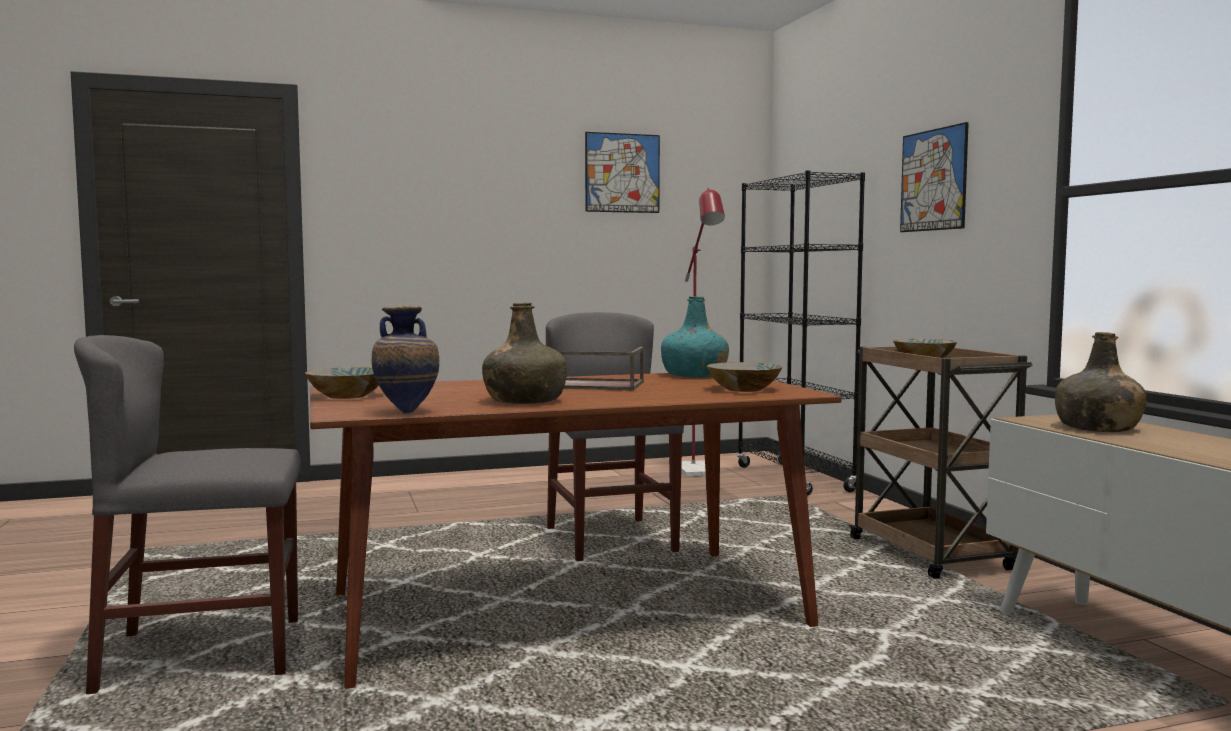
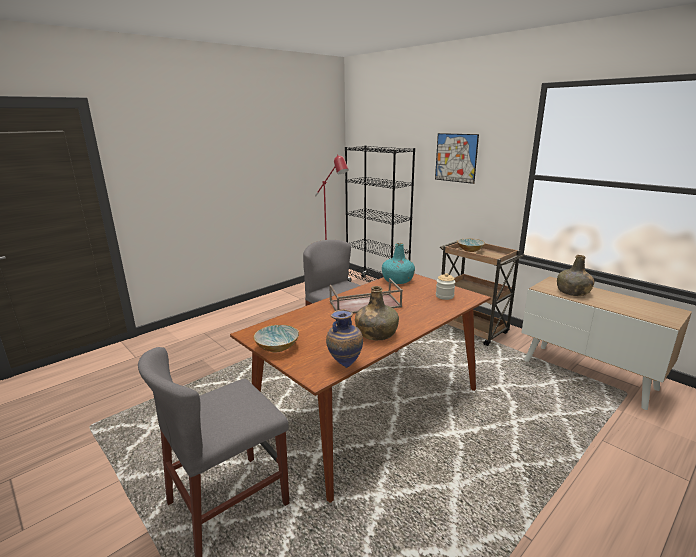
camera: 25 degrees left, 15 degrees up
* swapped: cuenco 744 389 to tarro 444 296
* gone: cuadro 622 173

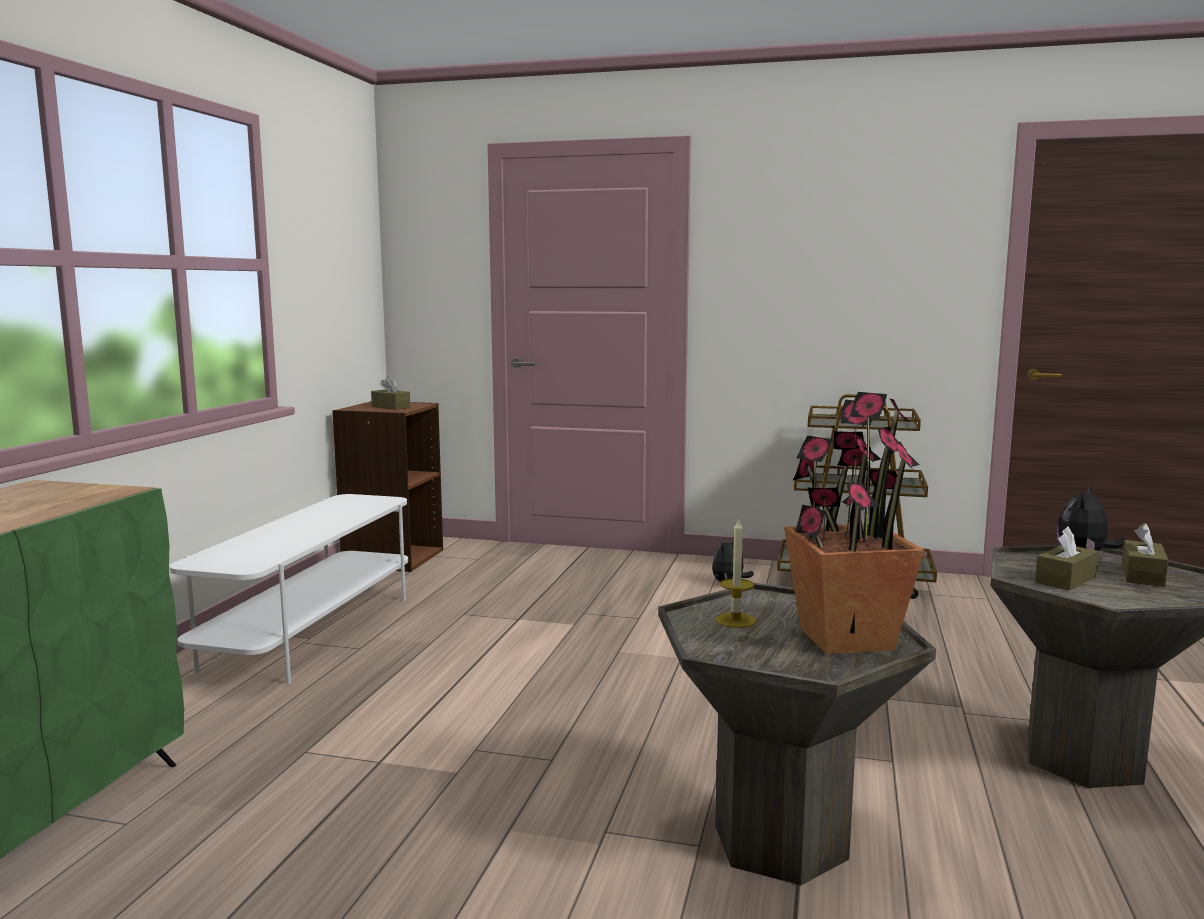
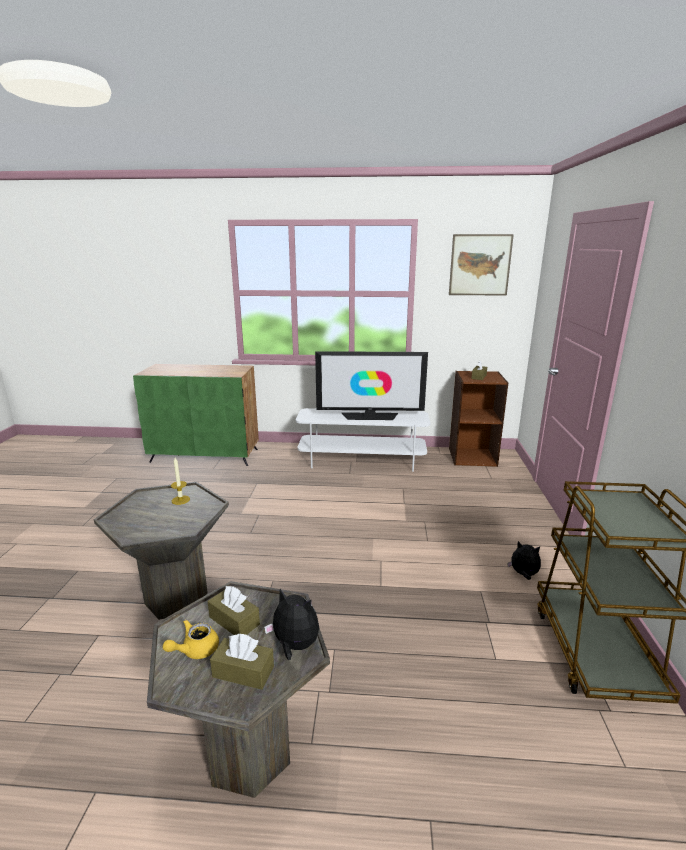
camera: 80 degrees right, 10 degrees up
* new: tetera (amarillo) 195 650
* new: televisor 370 416
* new: cuadro 480 265
* gone: planta en maceta 844 638

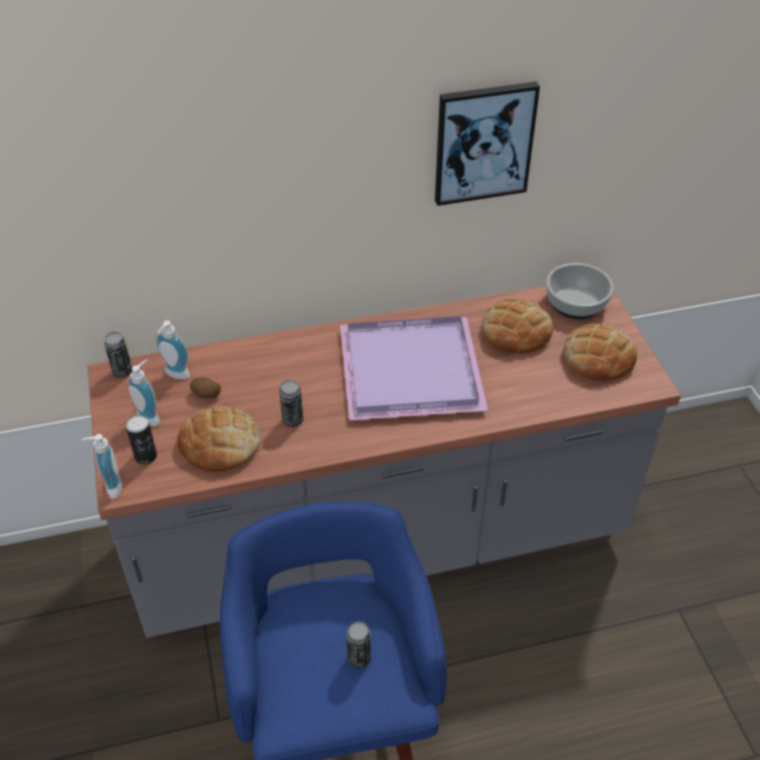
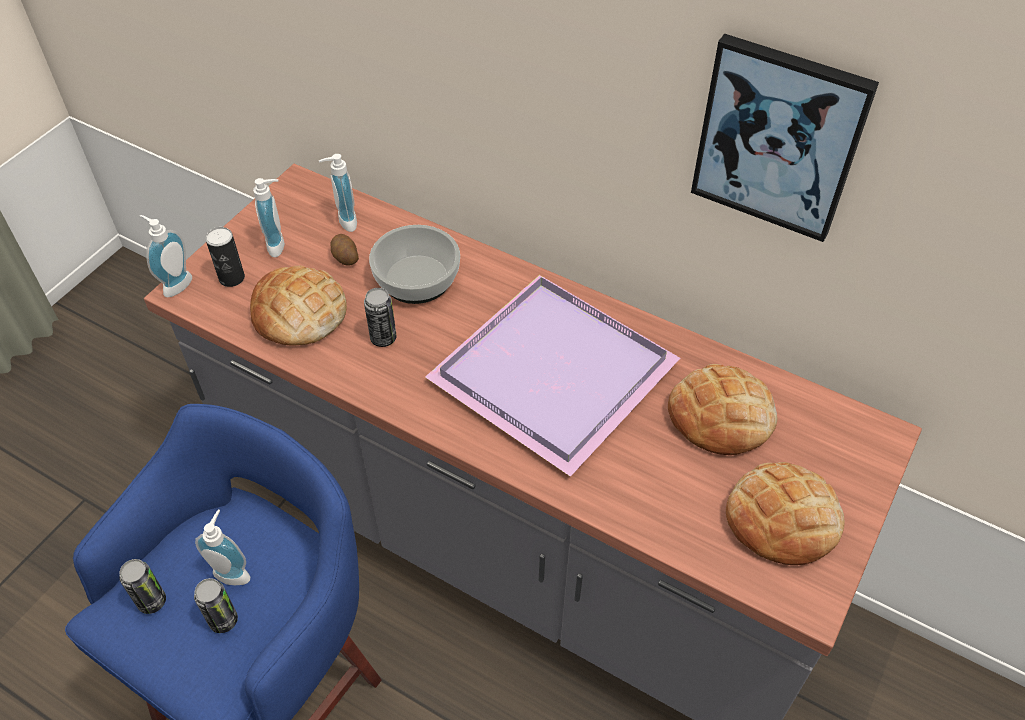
camera: 45 degrees right, 5 degrees up
* shifted: lata 122 371 to 152 601
* new: dispensador de jabón 233 571
* shifted: cuenco 575 303 to 416 279

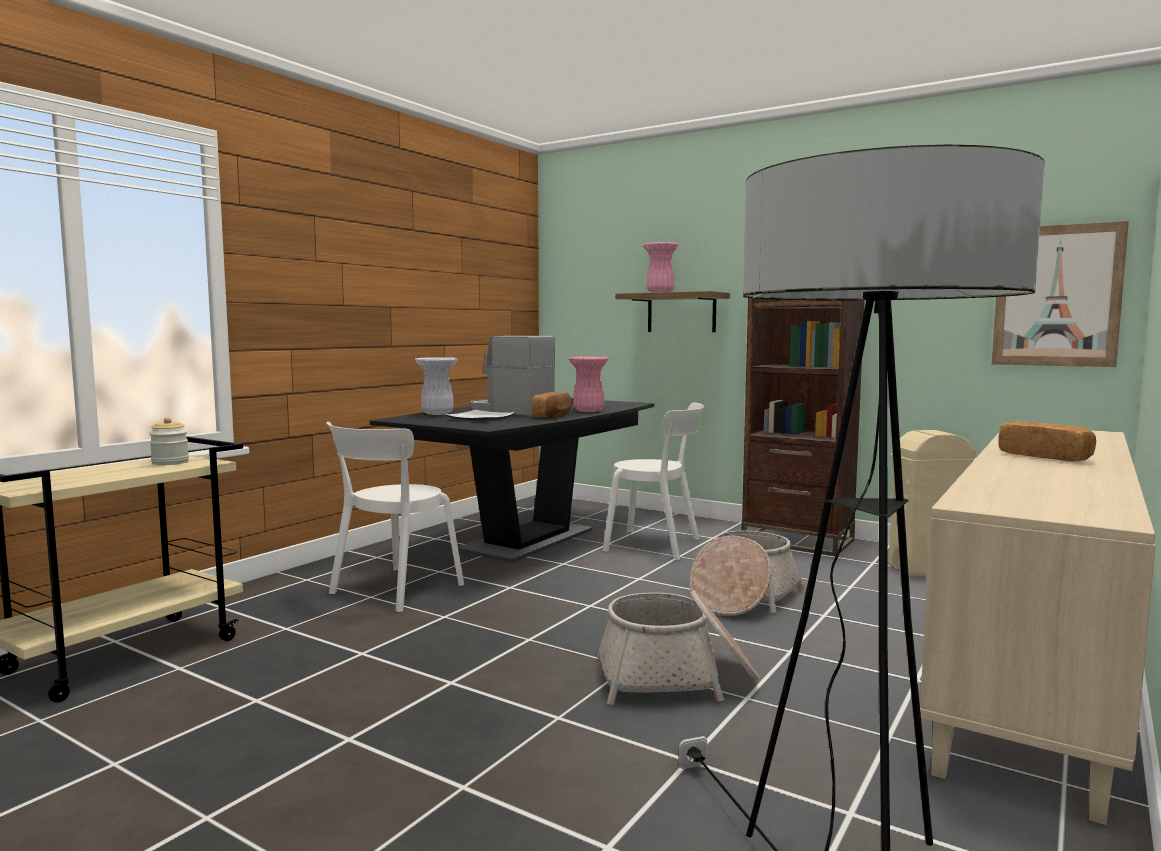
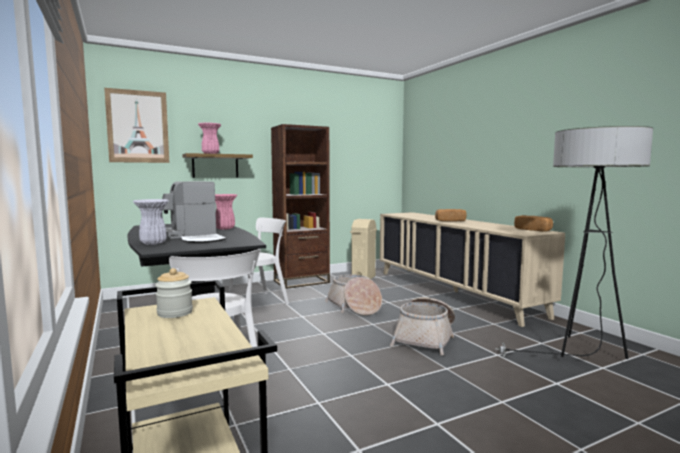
camera: 60 degrees left, 0 degrees up
* shifted: cuadro 1056 296 to 138 126
* shifted: pan 553 416 to 533 230

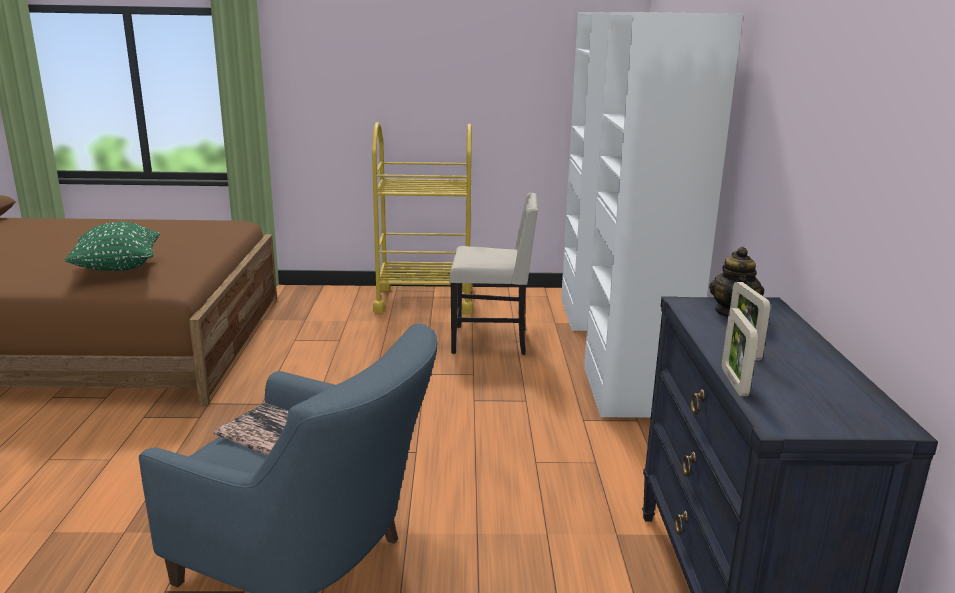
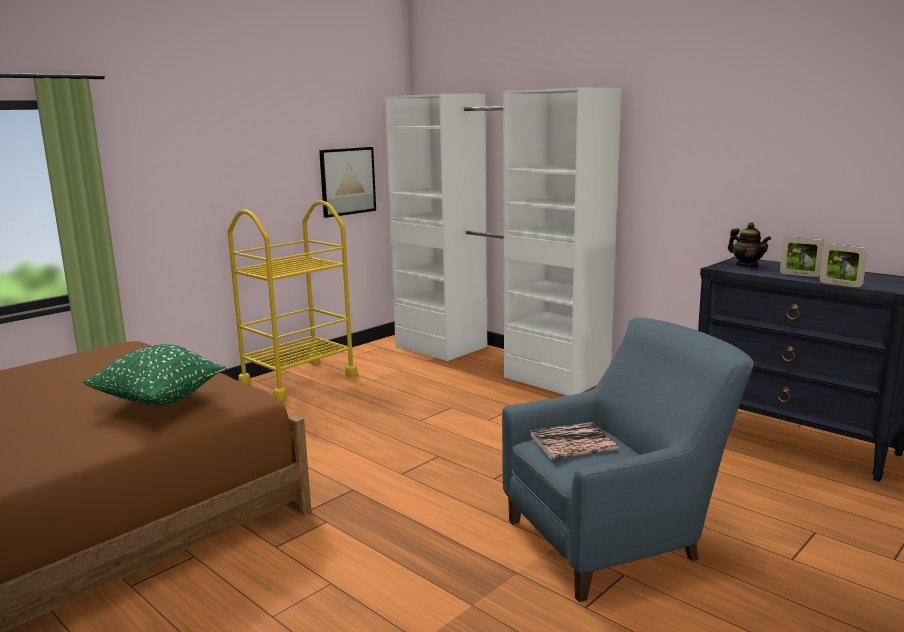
camera: 45 degrees left, 5 degrees down
* new: cuadro 347 181
* gone: silla (beis) 492 341

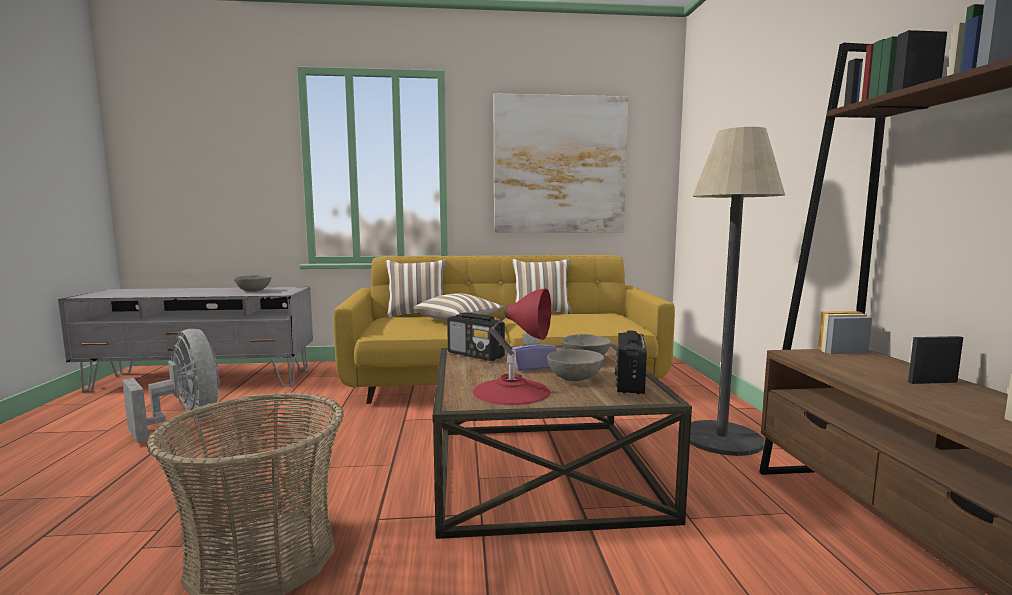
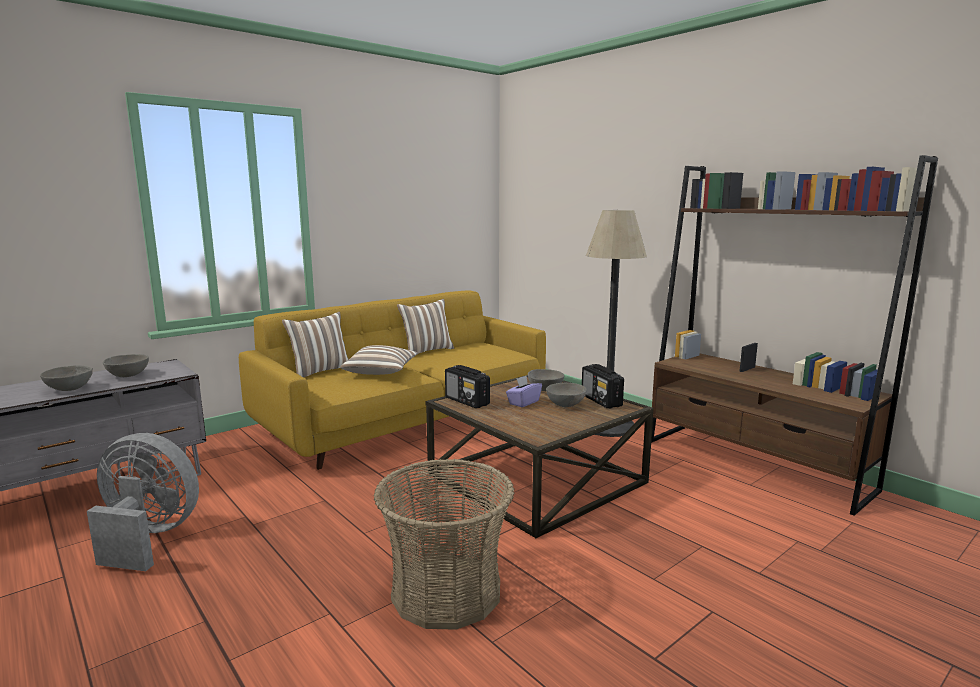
camera: 35 degrees left, 5 degrees up
* new: cuenco (gris) 69 389
* rotated: radio 476 355 = 467 401 45 degrees clockwise
* gone: lámpara de mesa (rojo) 511 391
* gone: cuadro 559 165

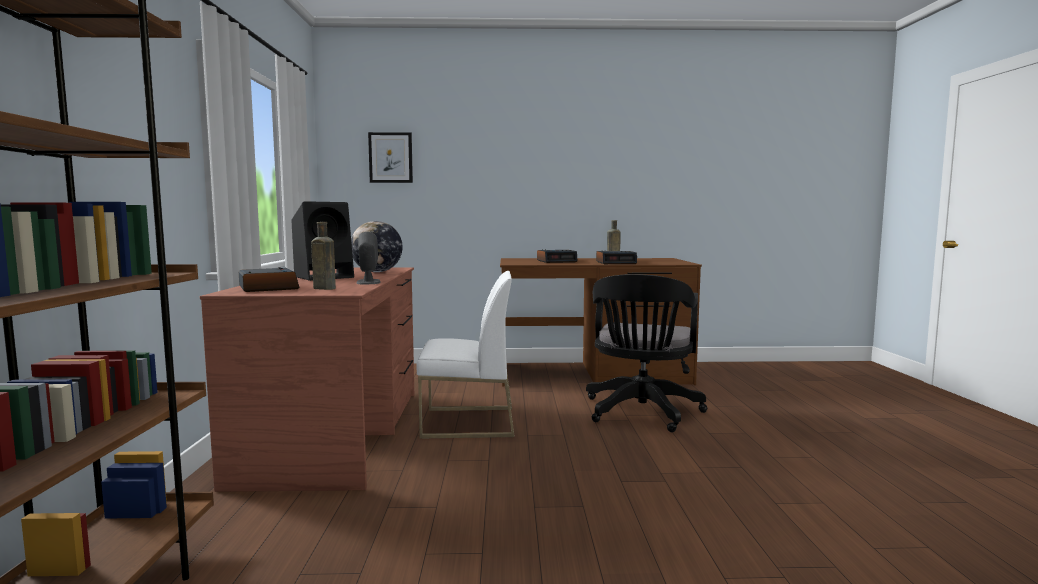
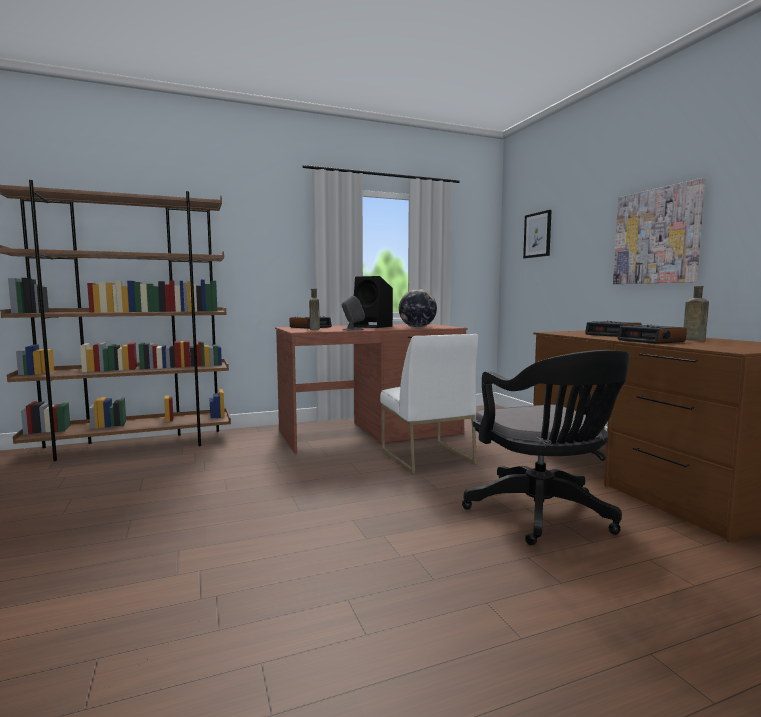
camera: 70 degrees right, 0 degrees up
* rotated: silla de oficina (negro) 641 413 = 543 515 105 degrees counterclockwise
* new: cuadro 656 236

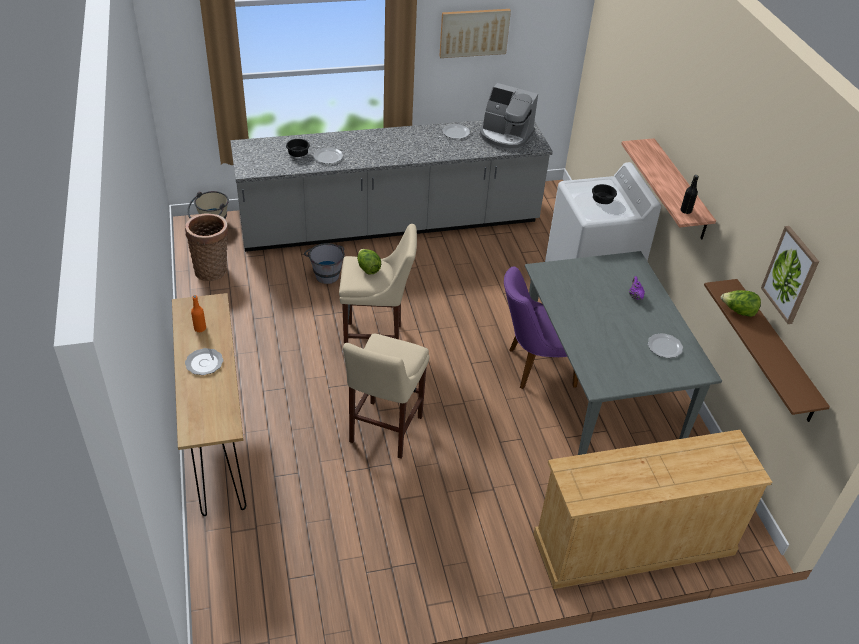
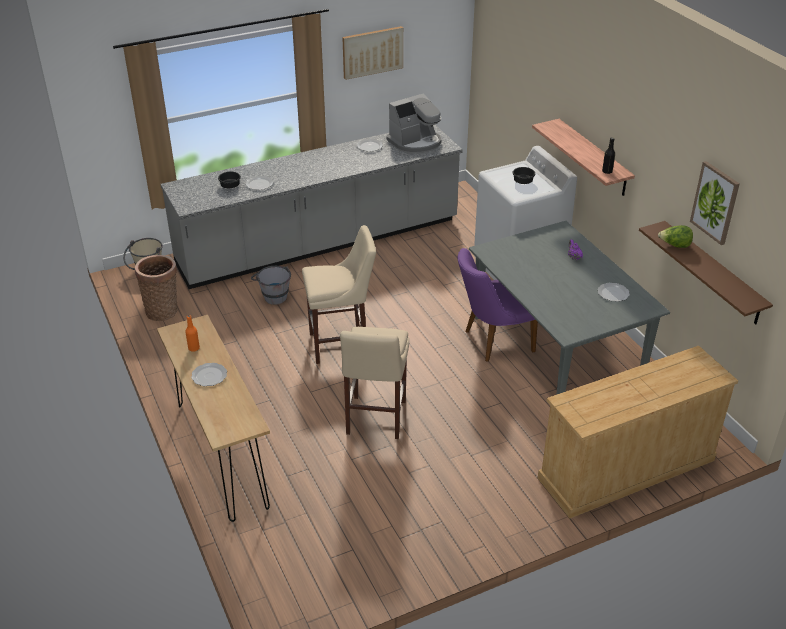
camera: 10 degrees left, 5 degrees down
* rotated: cafetera 505 136 = 415 142 45 degrees counterclockwise
* gone: lechuga 368 269

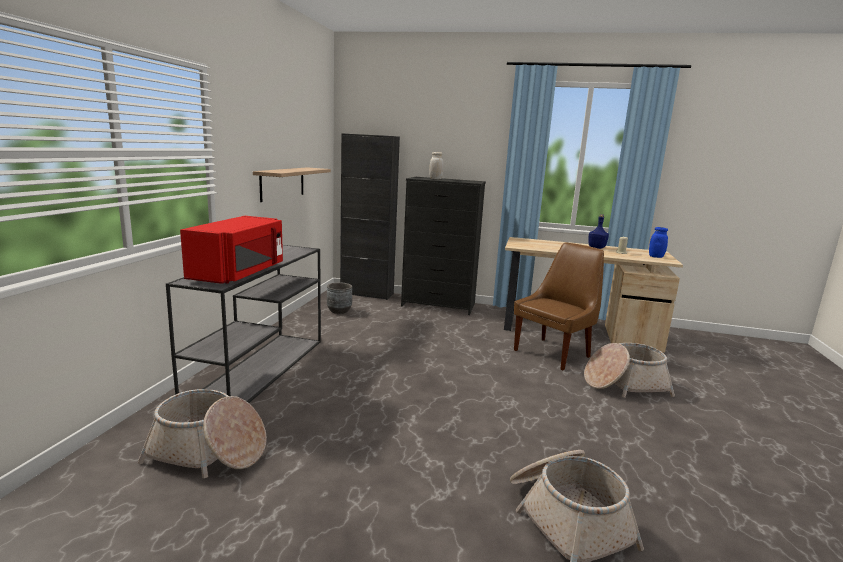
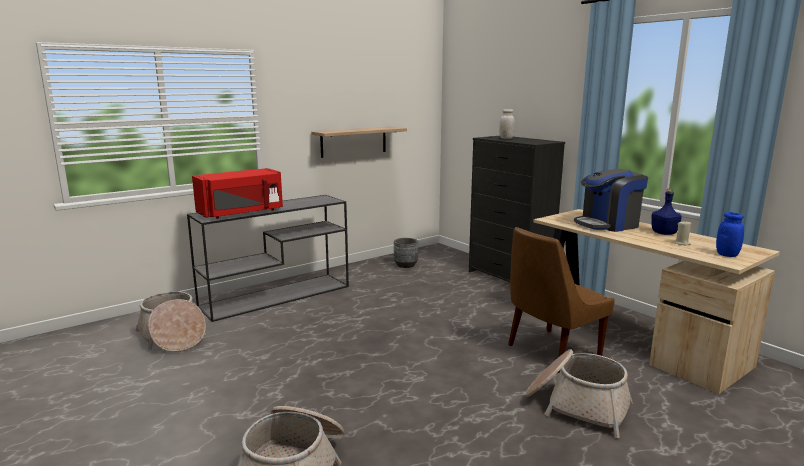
camera: 40 degrees right, 0 degrees up
* rotated: silla (marrón) 553 353 = 551 351 150 degrees clockwise
* new: cafetera 608 224
* gone: armario (negro) 367 294

